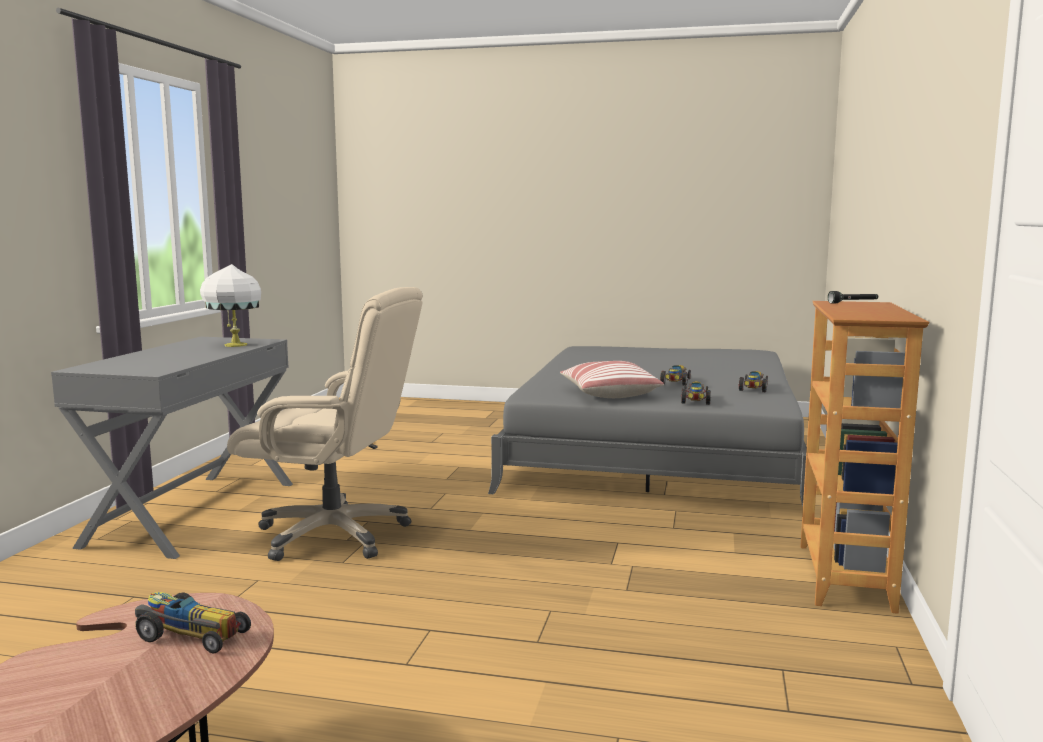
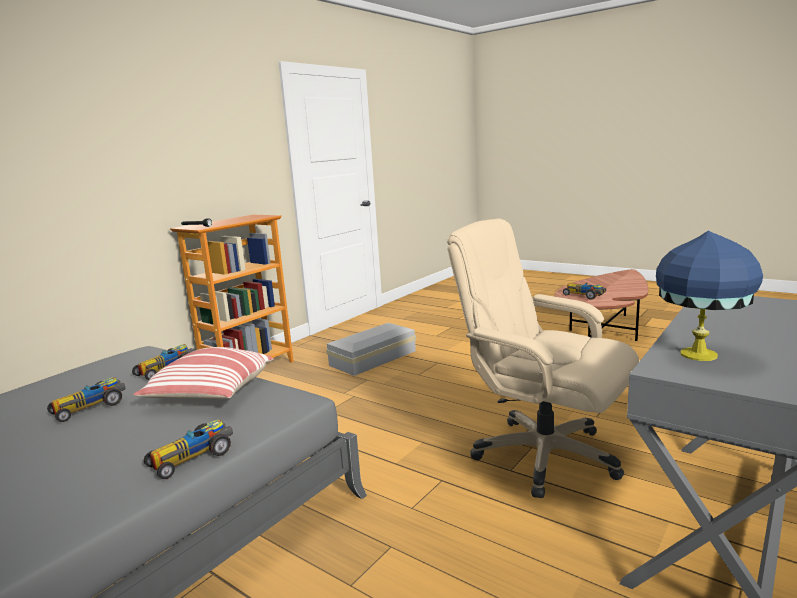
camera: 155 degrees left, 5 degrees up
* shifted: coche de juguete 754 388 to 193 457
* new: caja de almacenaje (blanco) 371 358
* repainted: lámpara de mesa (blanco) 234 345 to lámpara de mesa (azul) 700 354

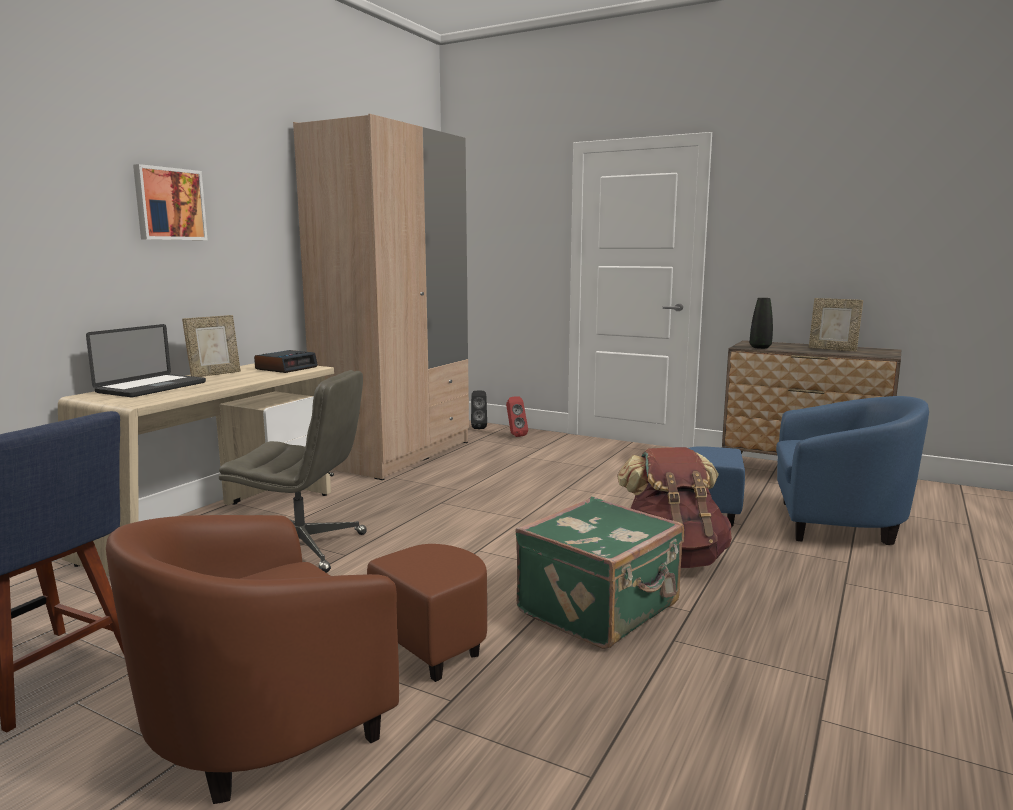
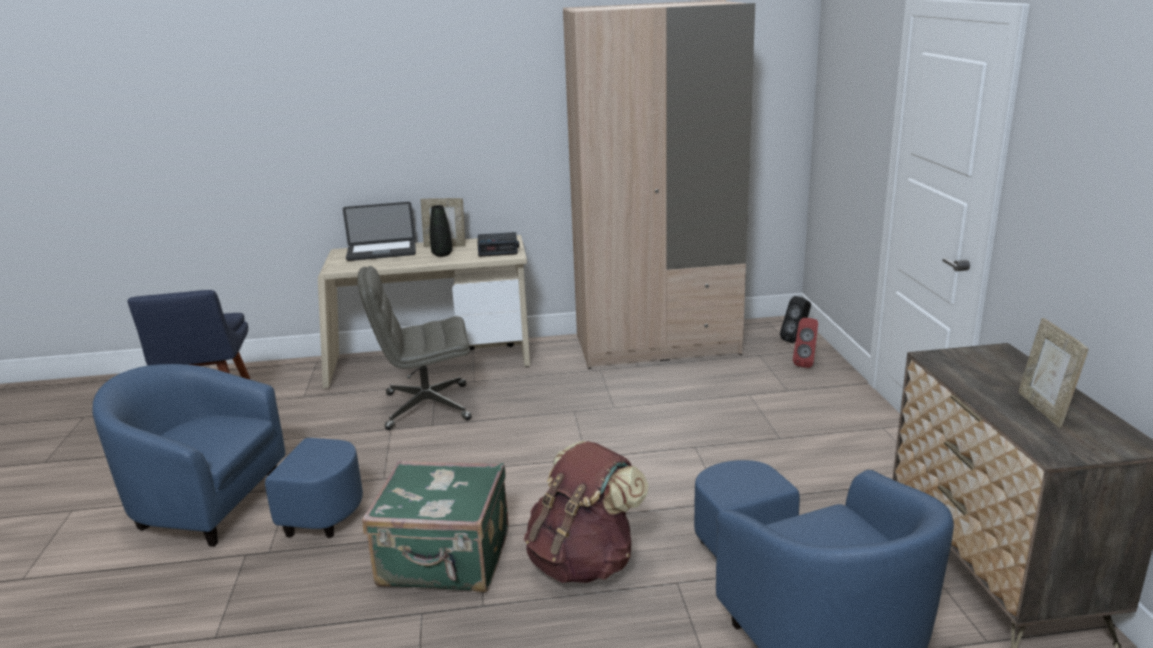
camera: 55 degrees right, 10 degrees up
* repainted: sillón (marrón) 309 706 to sillón (azul) 233 510
* rotated: silla de oficina (gris) 303 549 = 426 407 105 degrees clockwise
* shifted: florero (negro) 760 347 to 442 254
* gone: cuadro 169 204

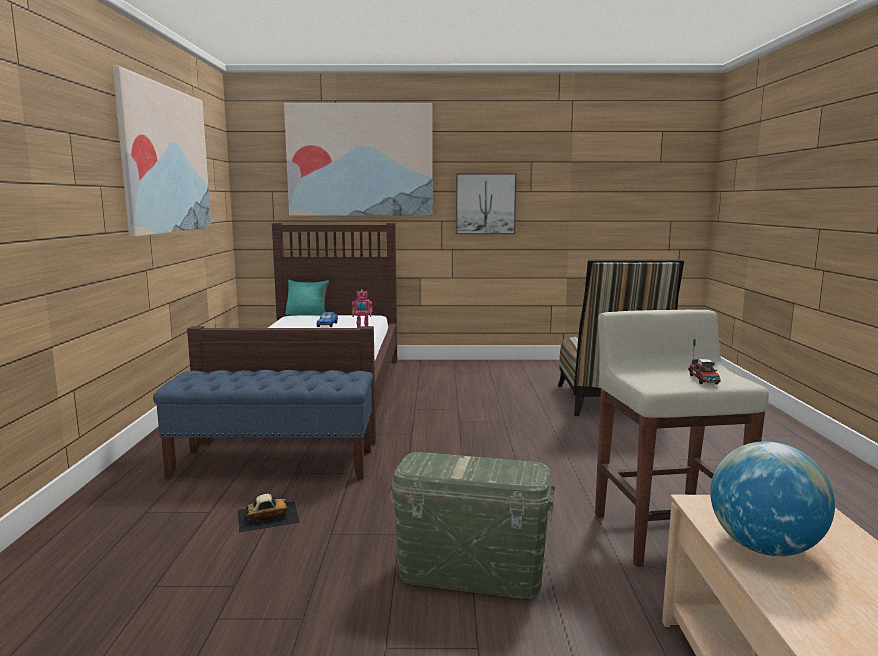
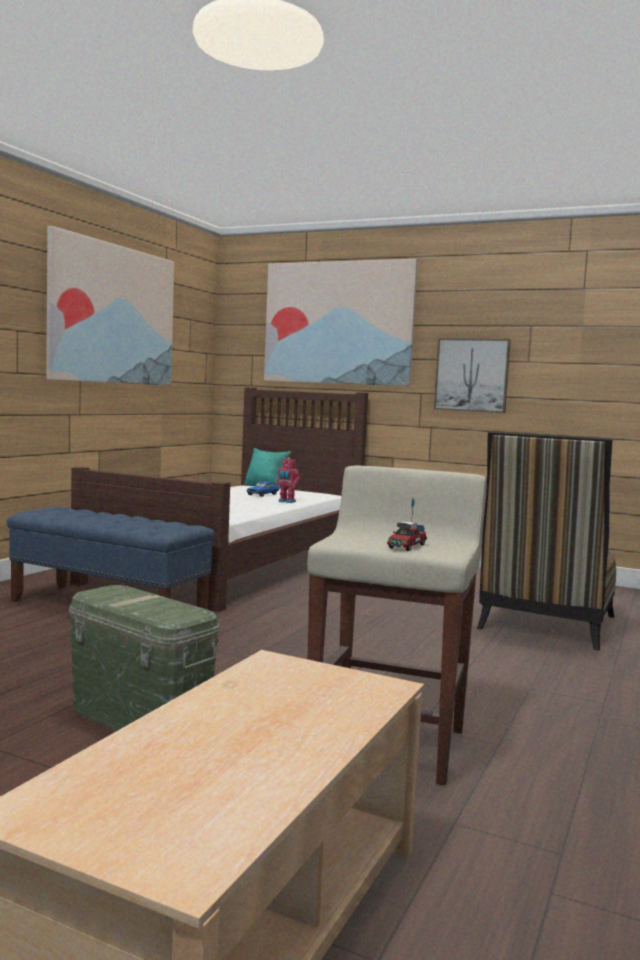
camera: 25 degrees right, 5 degrees down
* gone: coche de juguete 267 516
* gone: globo terráqueo 764 548

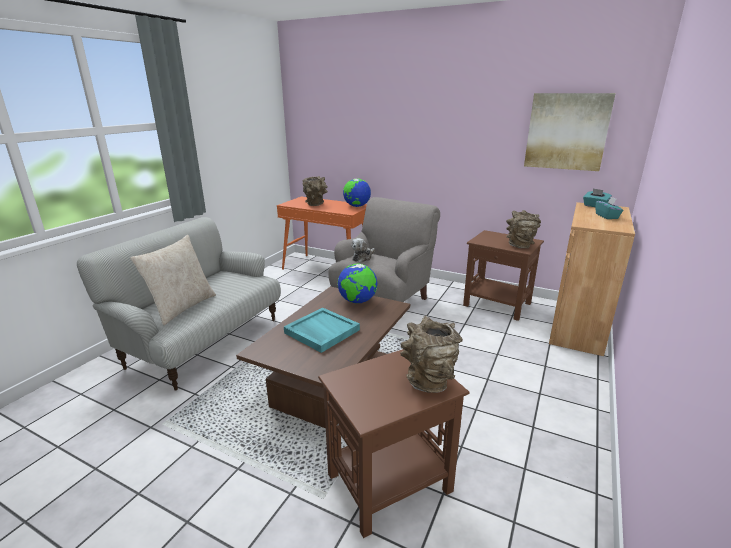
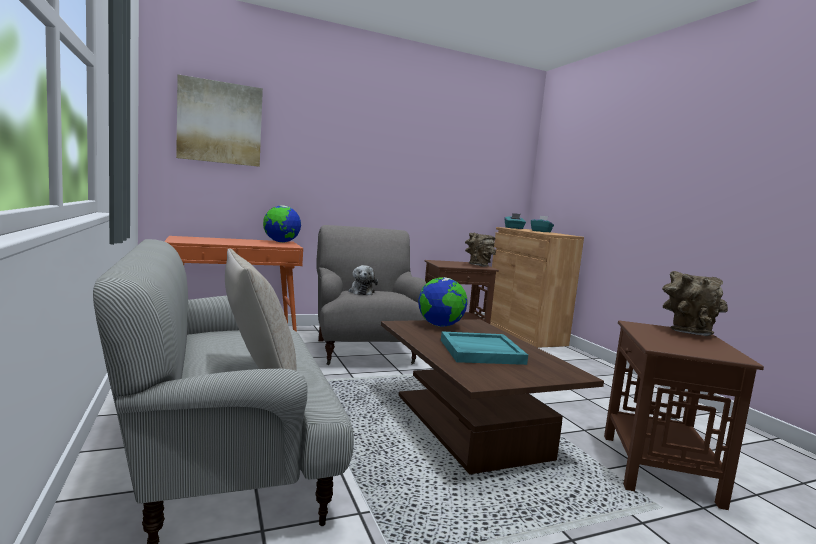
camera: 50 degrees left, 15 degrees down
* shifted: cuadro 566 131 to 220 123
* gone: florero (marrón) 315 204

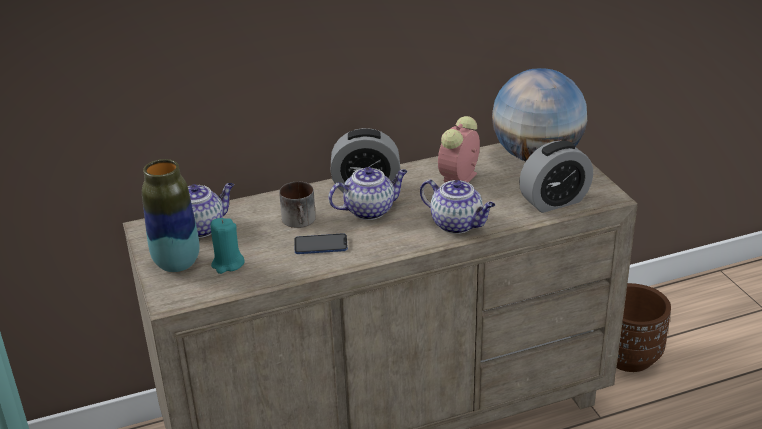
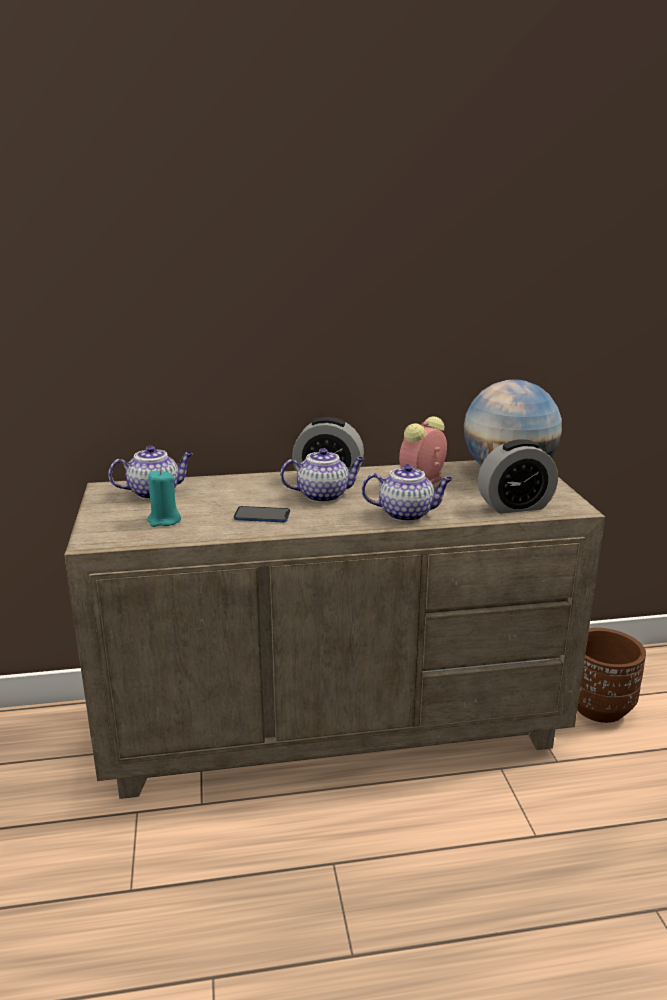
camera: 10 degrees right, 10 degrees down
* rotated: tetera 457 224 = 407 514 45 degrees counterclockwise
* gone: florero 177 263
* gone: taza grande 301 221

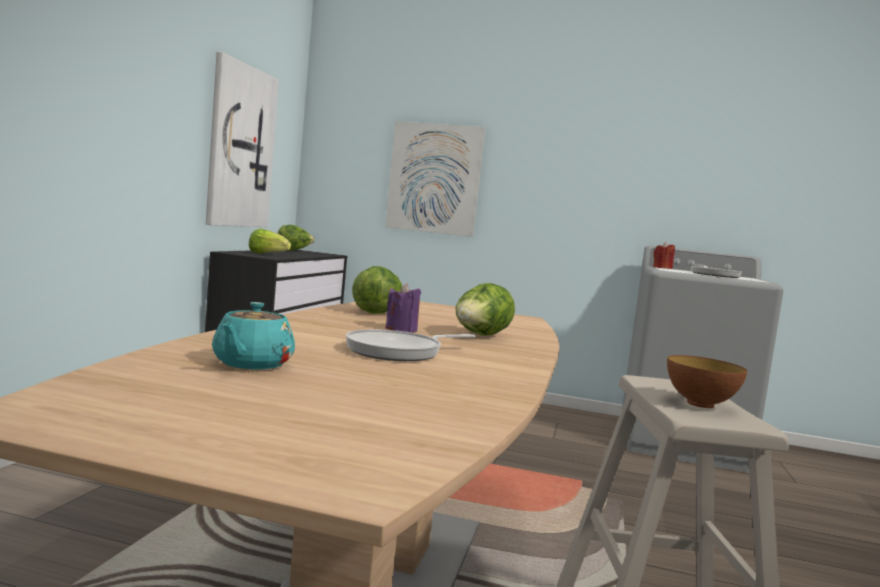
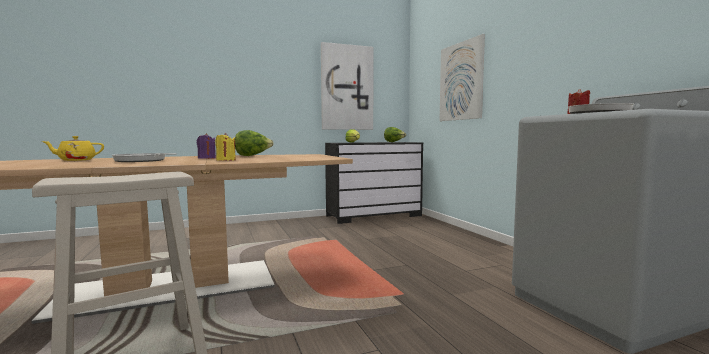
camera: 55 degrees right, 0 degrees up
* repainted: tetera (turquesa) 251 364 to tetera (amarillo) 76 160
* swapped: lechuga 480 336 to vela (amarillo) 226 160
* gone: cuenco 700 404

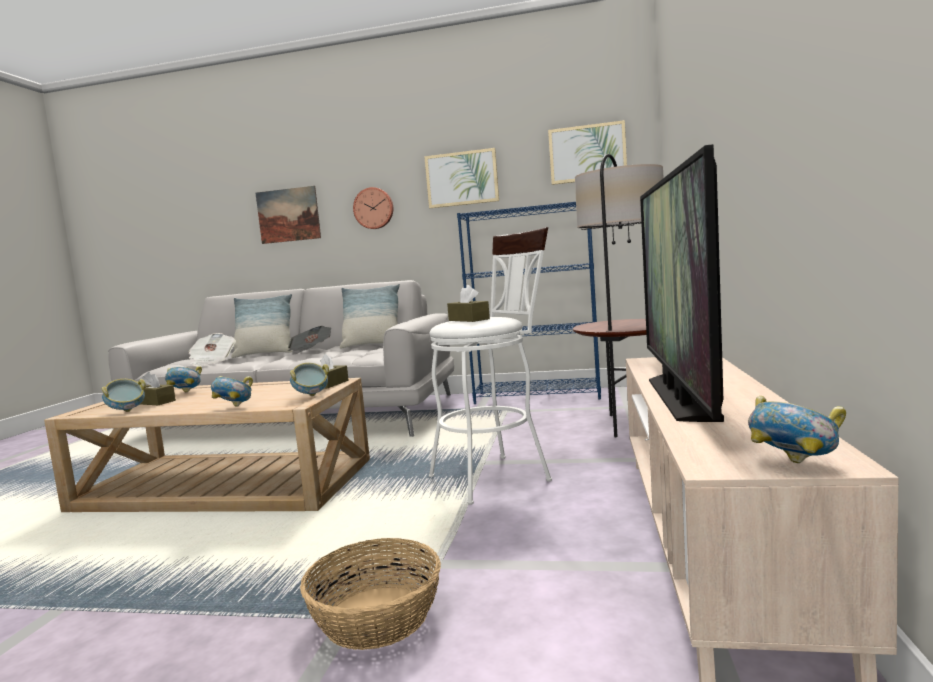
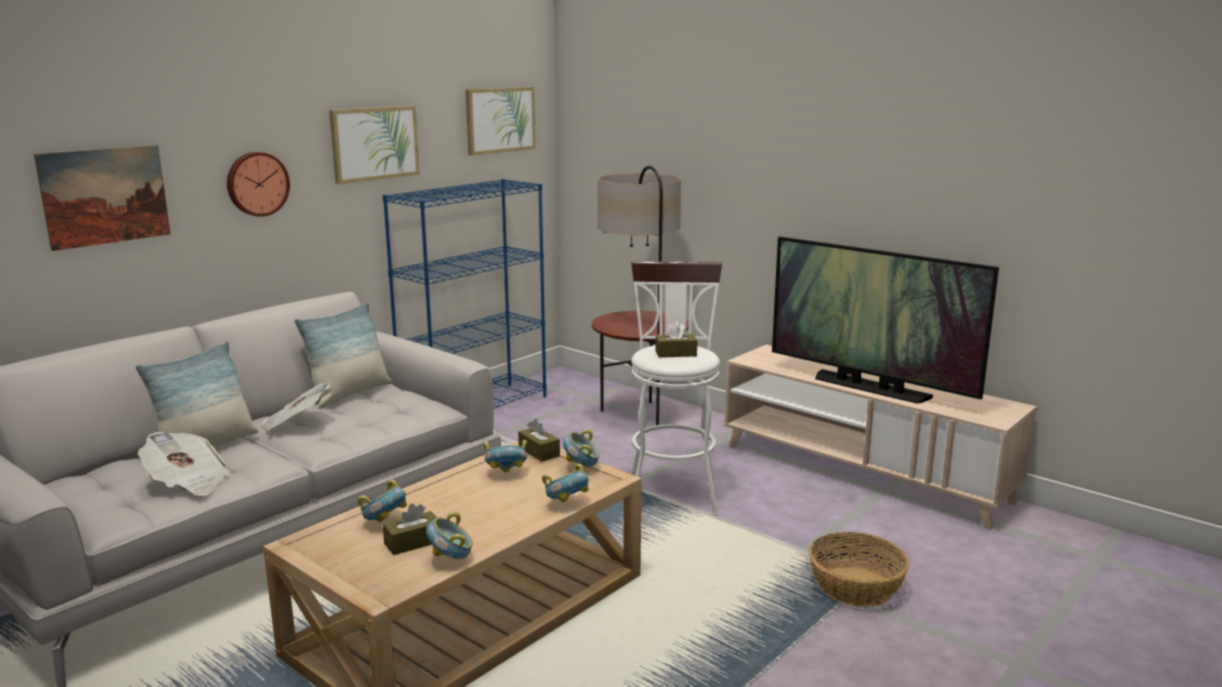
camera: 60 degrees left, 10 degrees up
* shifted: cuenco 794 465 to 506 474

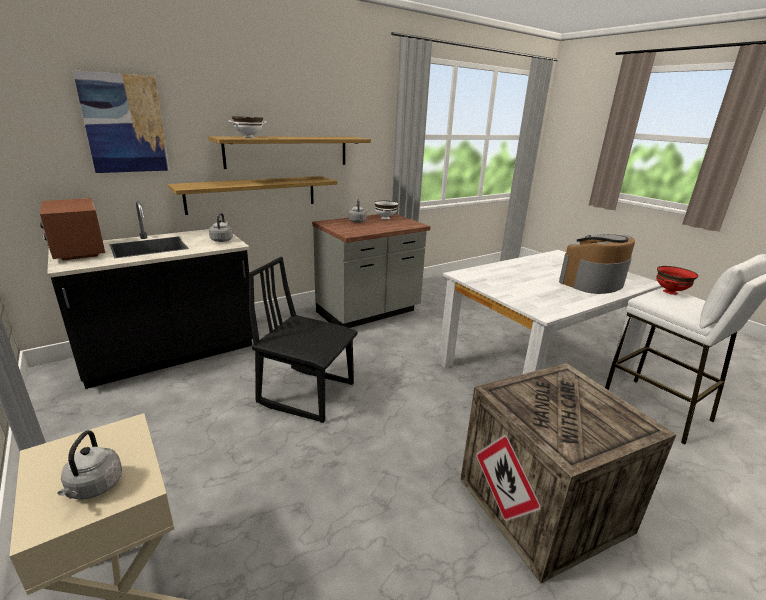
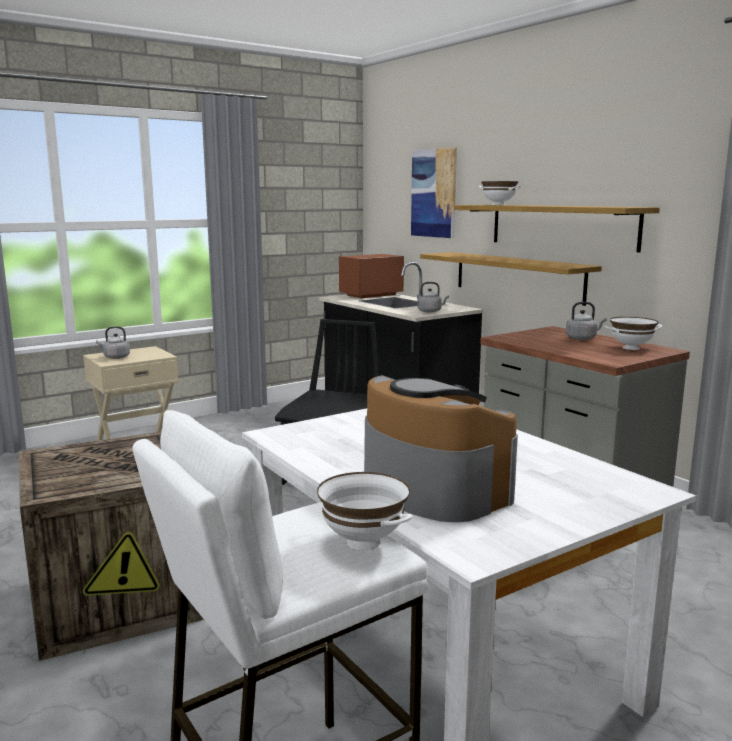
camera: 90 degrees right, 10 degrees down
* repainted: cuenco (rojo) 670 292 to cuenco (blanco) 364 542

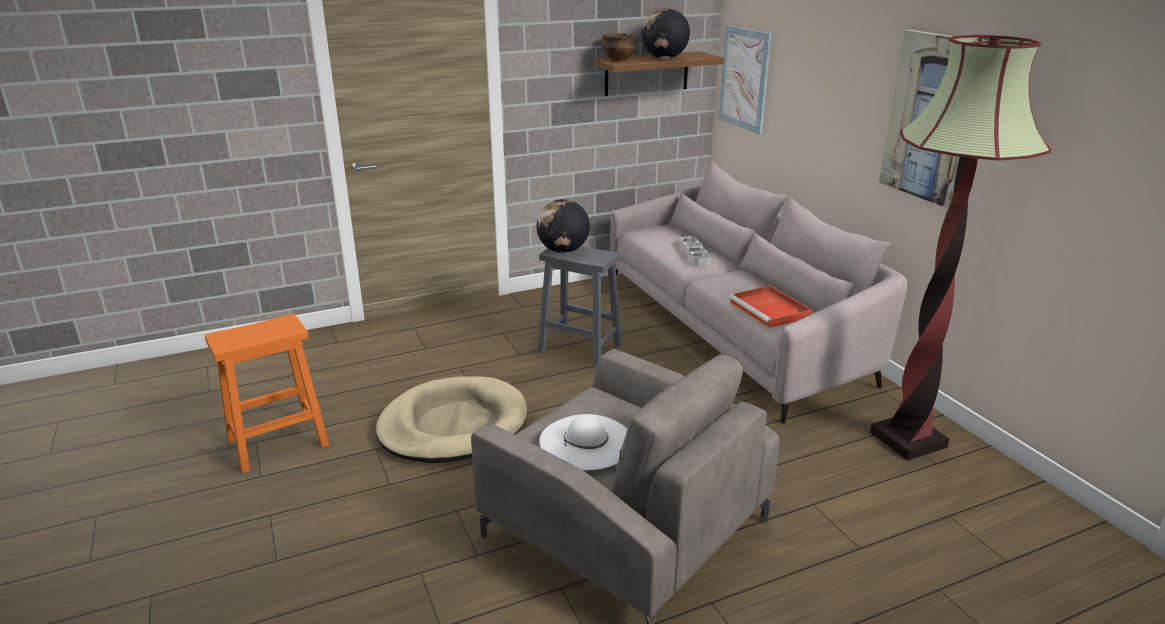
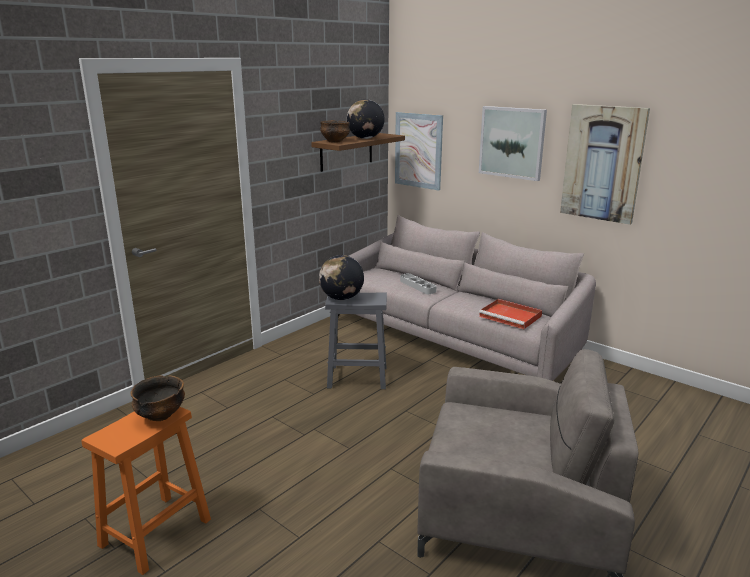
camera: 25 degrees left, 5 degrees down
* new: cuenco 160 415
* new: cuadro 512 142
* gone: cama para perro (beis) 453 425
* gone: sombrero (blanco) 586 442
* gone: lámpara de pie 908 440

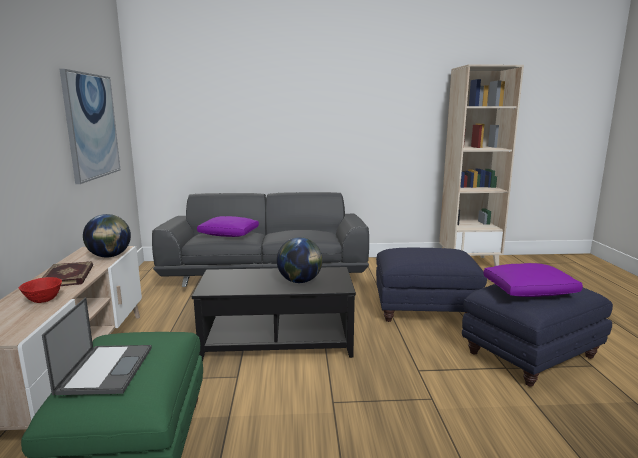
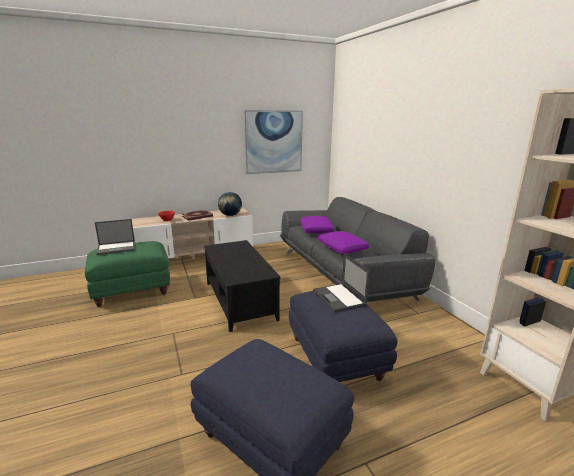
camera: 70 degrees right, 5 degrees up
* new: portátil 339 298
* shifted: cojín (morado) 530 291 to 342 248
* gone: globo terráqueo 300 281

